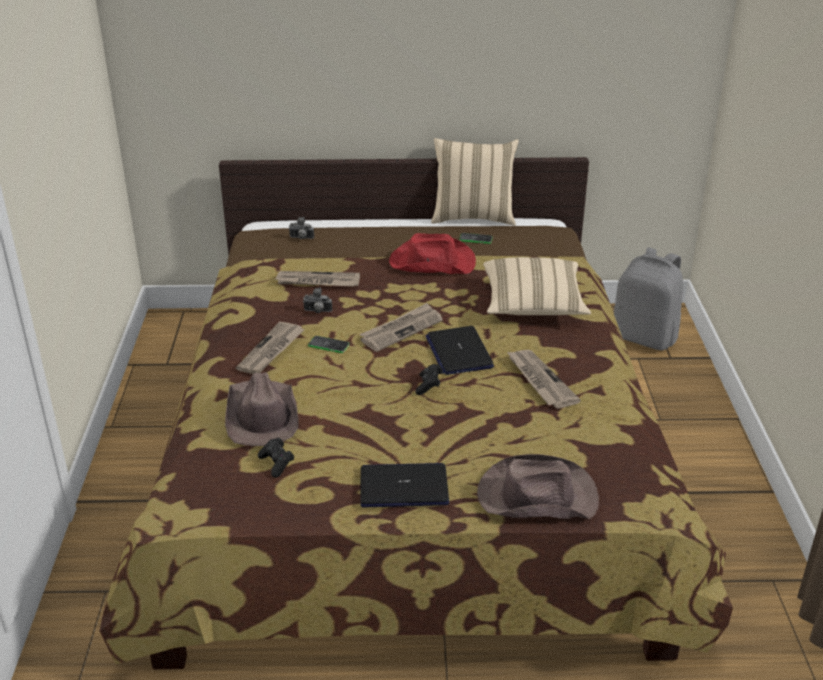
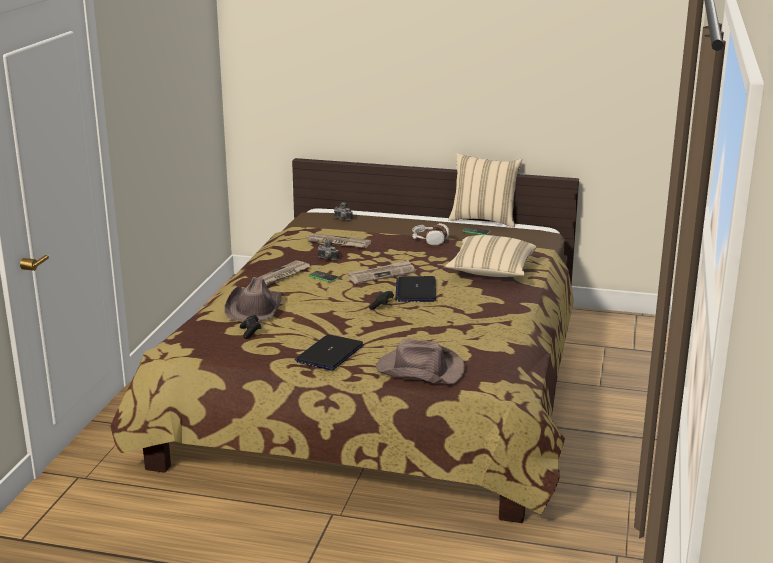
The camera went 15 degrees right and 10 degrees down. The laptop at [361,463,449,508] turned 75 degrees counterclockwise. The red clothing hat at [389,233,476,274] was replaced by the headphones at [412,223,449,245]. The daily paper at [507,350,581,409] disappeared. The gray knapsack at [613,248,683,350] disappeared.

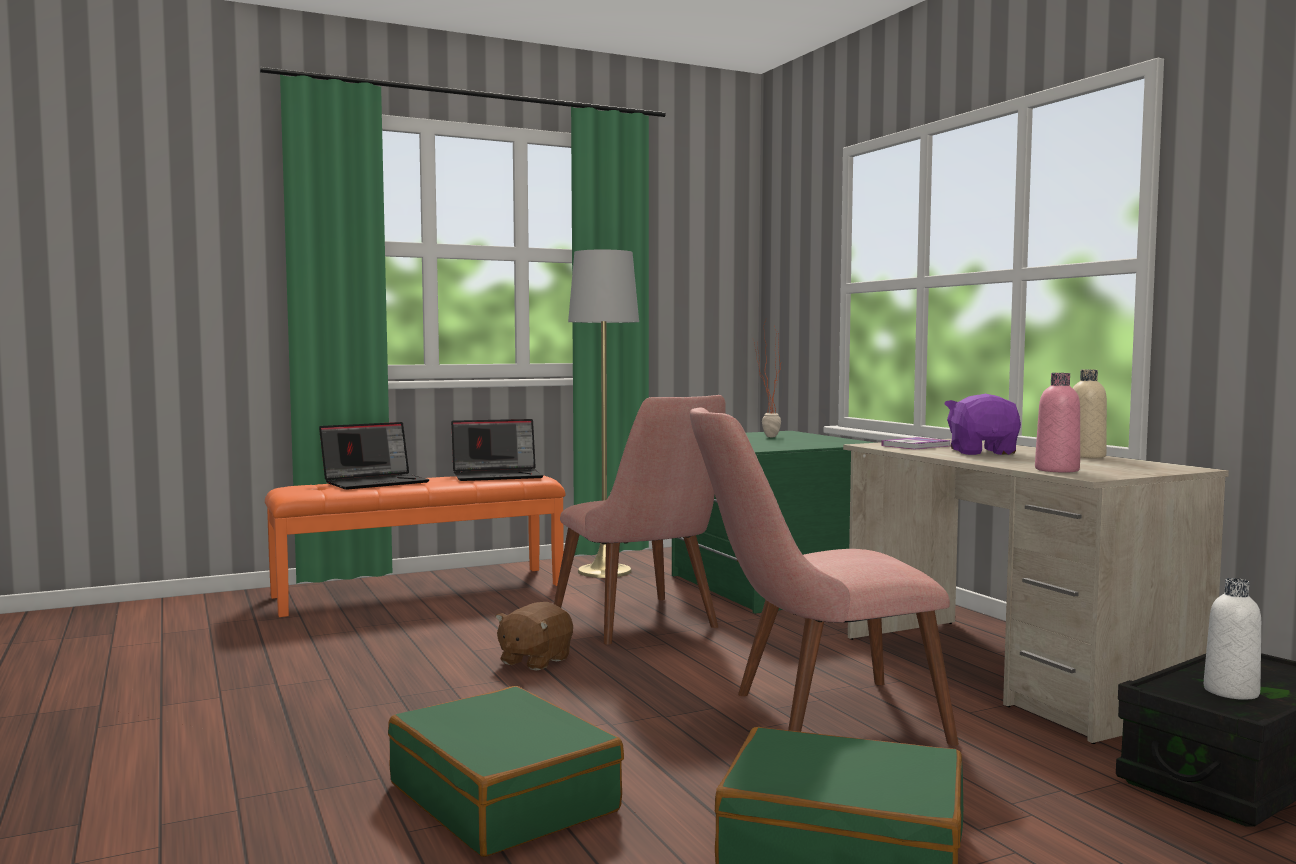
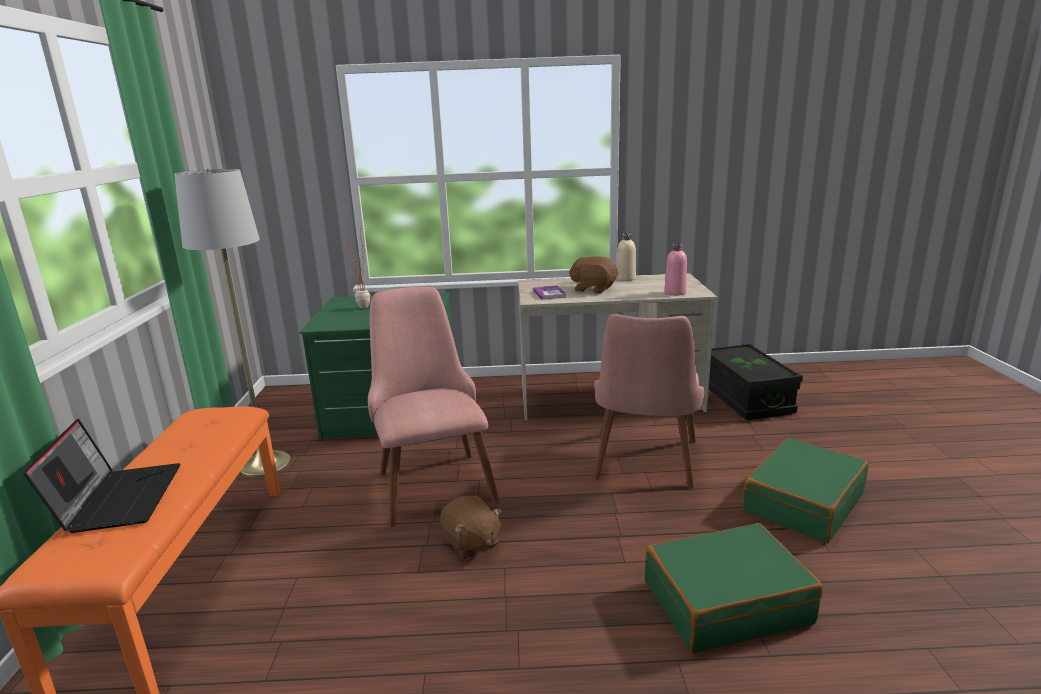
The camera went 65 degrees left and 15 degrees up. The laptop at [451,419,544,481] disappeared. The pink upright chair at [554,395,726,645] turned 105 degrees counterclockwise. The purplish cuddly toy at [944,394,1021,455] became the brownish cuddly toy at [569,256,617,294]. The whitish drink bottle at [1204,578,1261,700] disappeared.

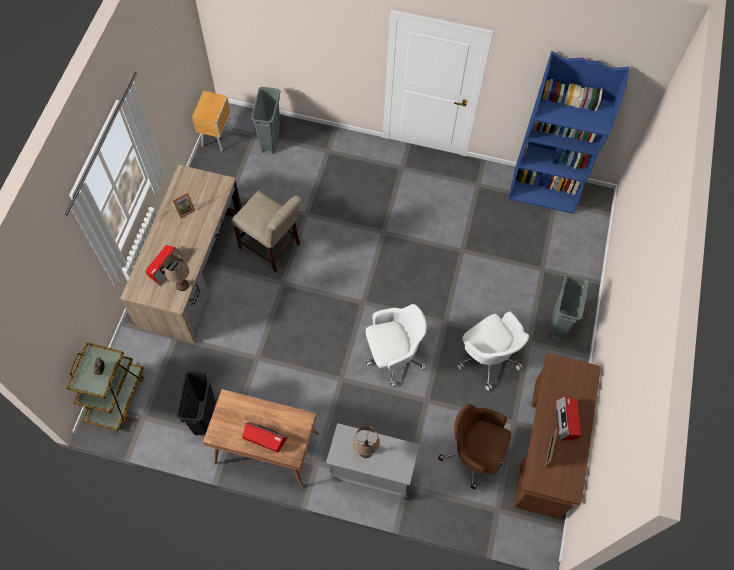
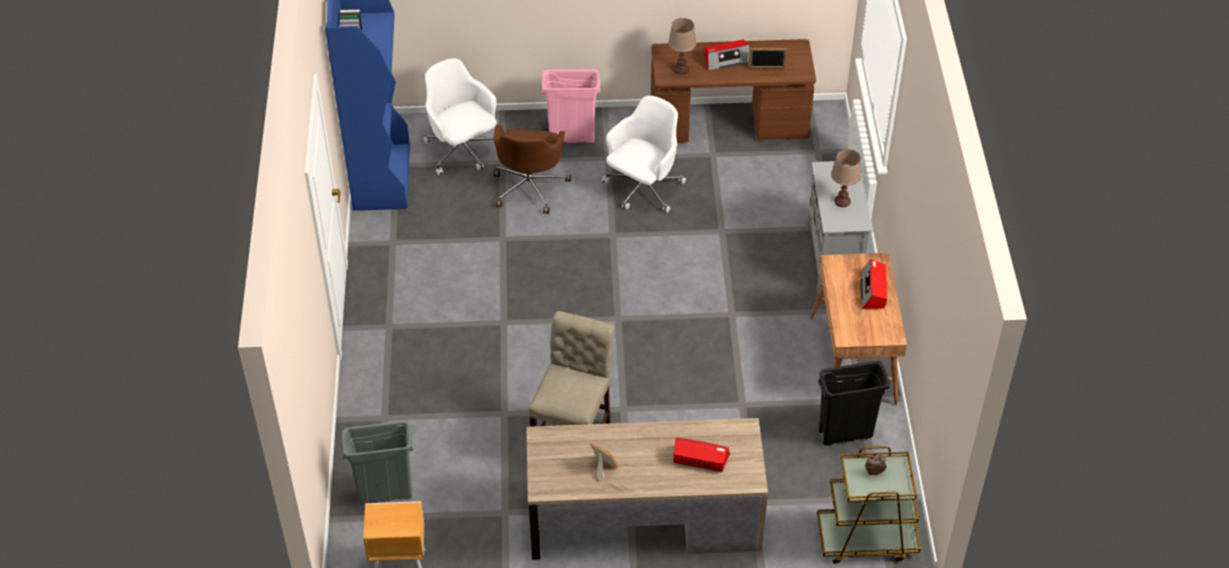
The camera went 105 degrees left and 15 degrees down. The brownish tabletop lamp moved from [164,254,189,291] to [668,18,696,75]. The whitish office chair moved from [366,304,427,387] to [424,58,497,175]. The brownish office chair moved from [438,404,511,489] to [494,125,571,214]. The gray rubbish bin at [548,274,589,341] became the pink rubbish bin at [541,69,600,143].

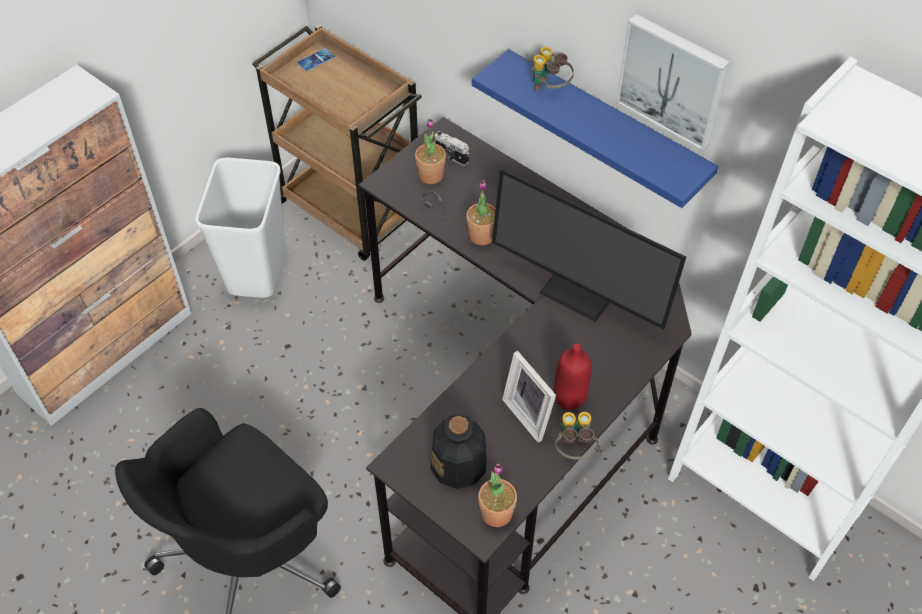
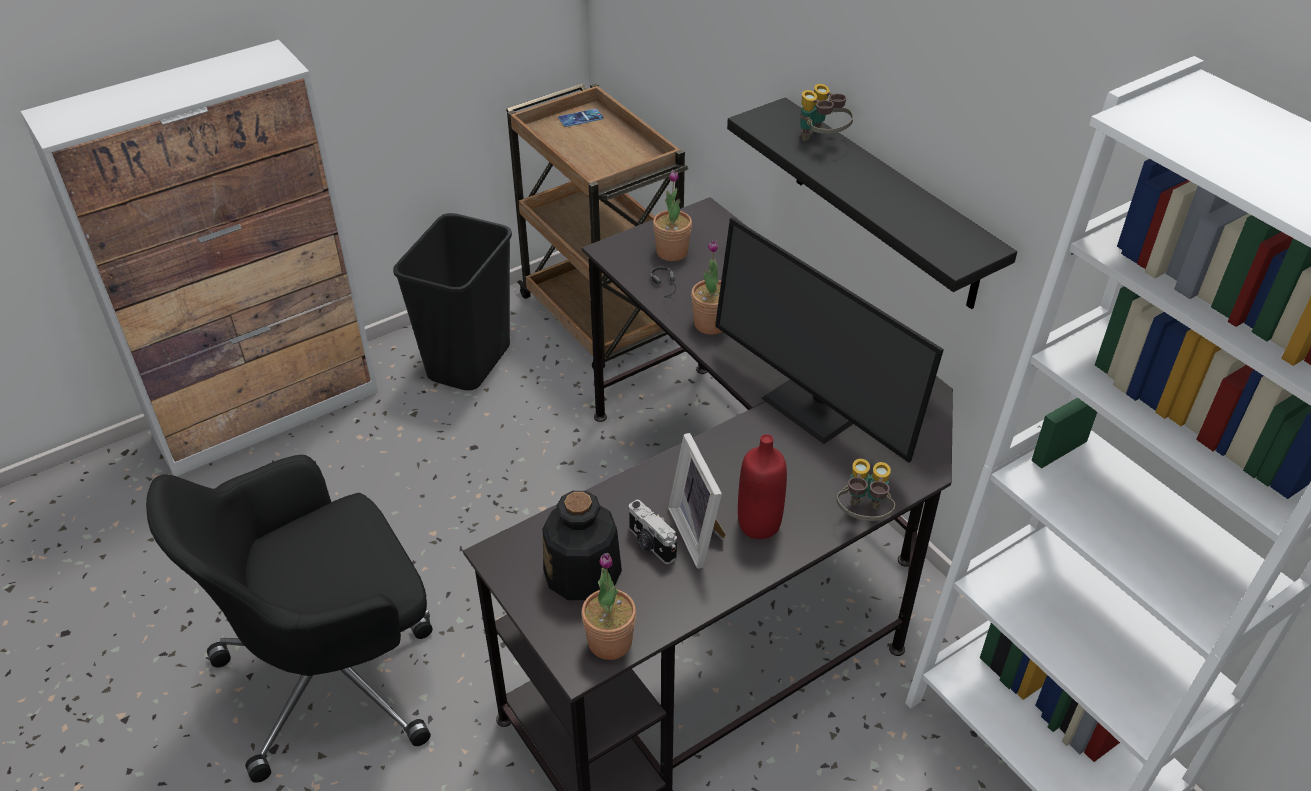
The camera went 15 degrees right and 10 degrees down. The whitish rubbish bin at [195,158,285,298] became the black-coloured rubbish bin at [393,213,512,390]. The photo camera moved from [435,131,469,166] to [629,499,677,564]. The bluish bracket shelf at [472,49,719,208] became the black-coloured bracket shelf at [727,97,1017,309]. The binoculars moved from [555,412,599,459] to [836,459,895,521]. The wall picture at [616,14,730,151] disappeared.

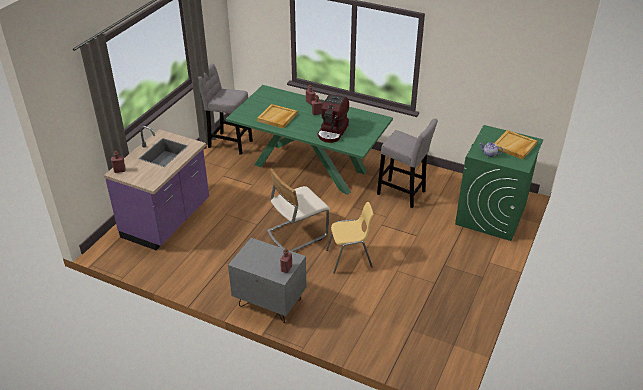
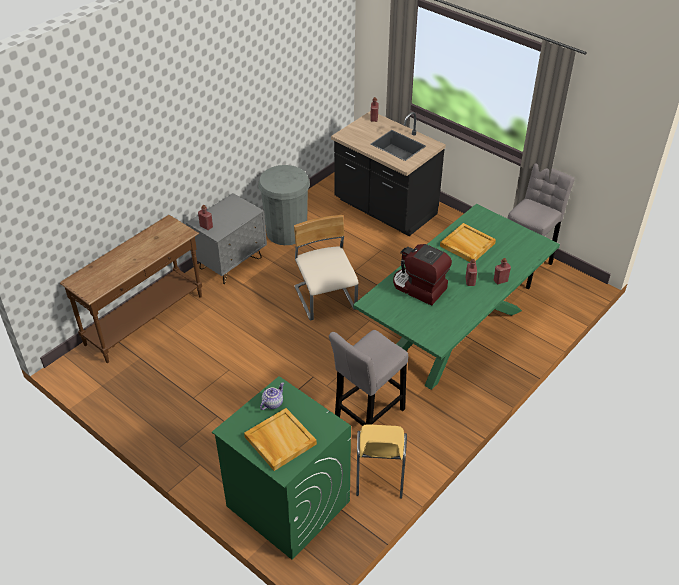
The camera went 105 degrees right and 5 degrees up. The purplish kitchen base unit at [104,126,209,250] became the black-coloured kitchen base unit at [331,111,446,236]. The yellow-coloured upright chair moved from [326,202,373,274] to [356,424,407,499]. The brownish hall table at [60,215,202,363] appeared. The gray rubbish bin at [258,165,310,245] appeared.

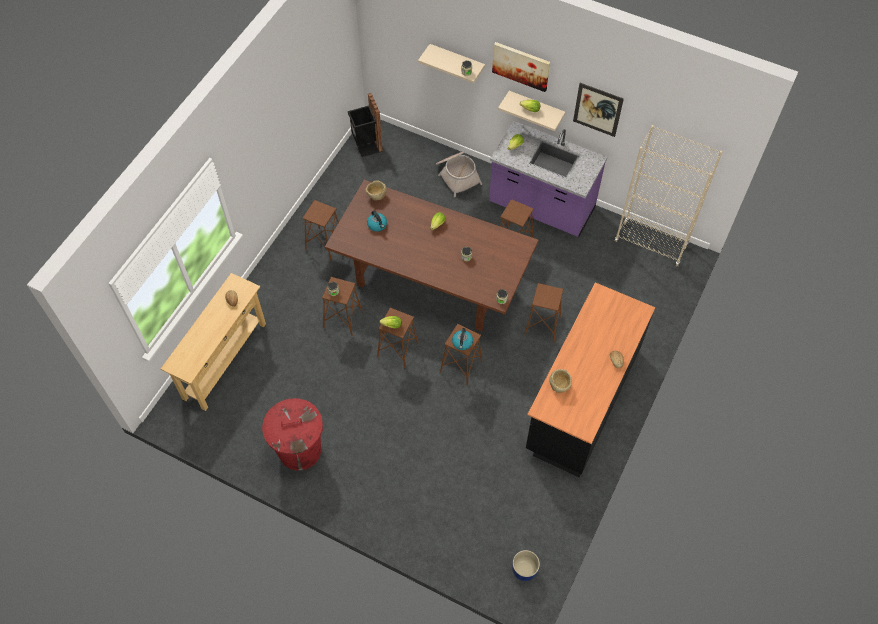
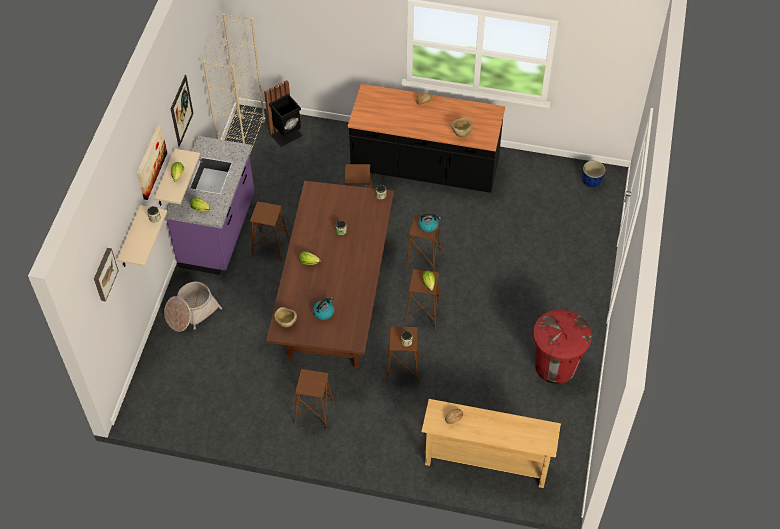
The camera went 105 degrees left and 5 degrees down. The black-coloured rubbish bin moved from [348,93,383,157] to [264,80,303,147]. The wall picture at [94,248,119,302] appeared.

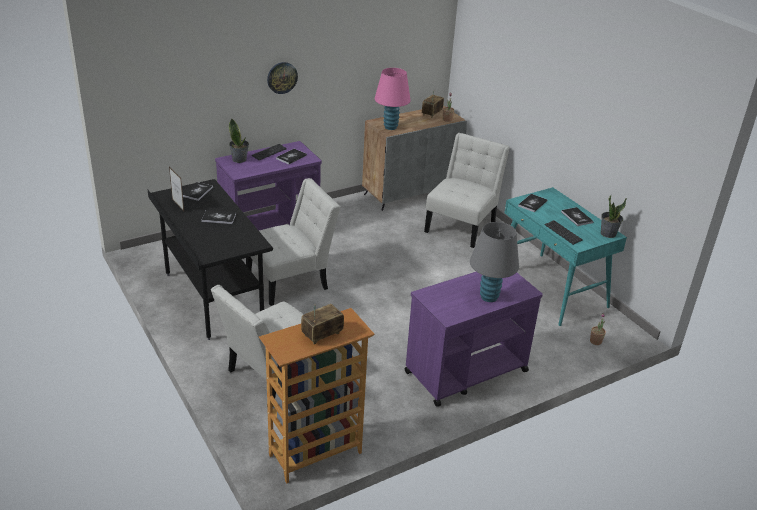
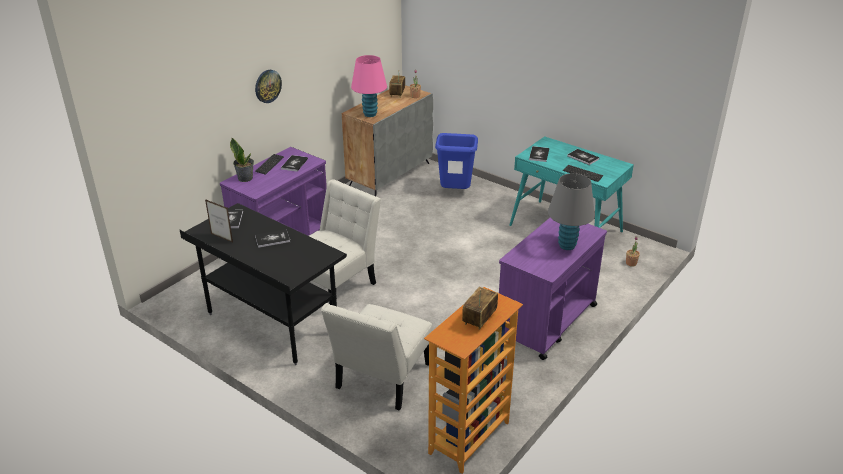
The camera went 20 degrees left and 0 degrees up. The whitish upright chair at [424,133,510,248] was replaced by the bluish rubbish bin at [435,133,478,189]. The plant in a pot at [601,196,627,238] disappeared.

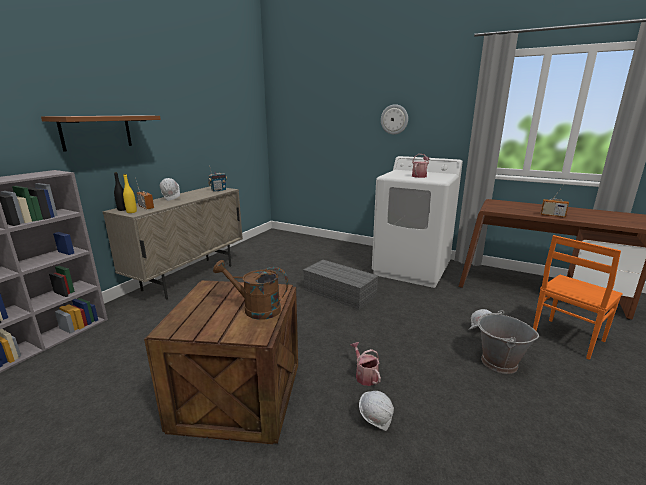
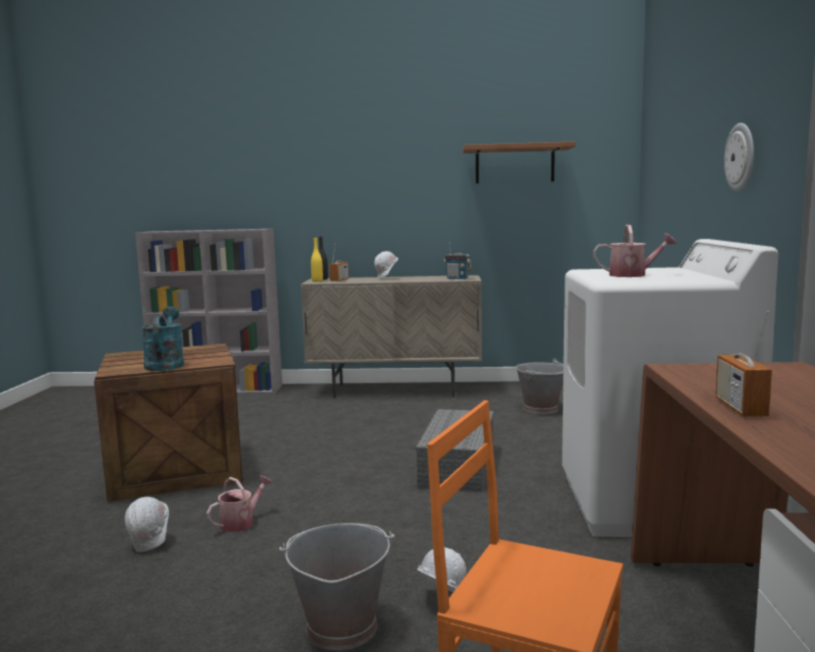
The camera went 65 degrees right and 10 degrees down. The brownish bracket shelf moved from [41,115,161,152] to [463,141,576,184]. The brownish watering pot at [213,260,288,320] became the blue-green watering pot at [141,306,184,371]. The gray water bucket at [516,358,564,414] appeared.

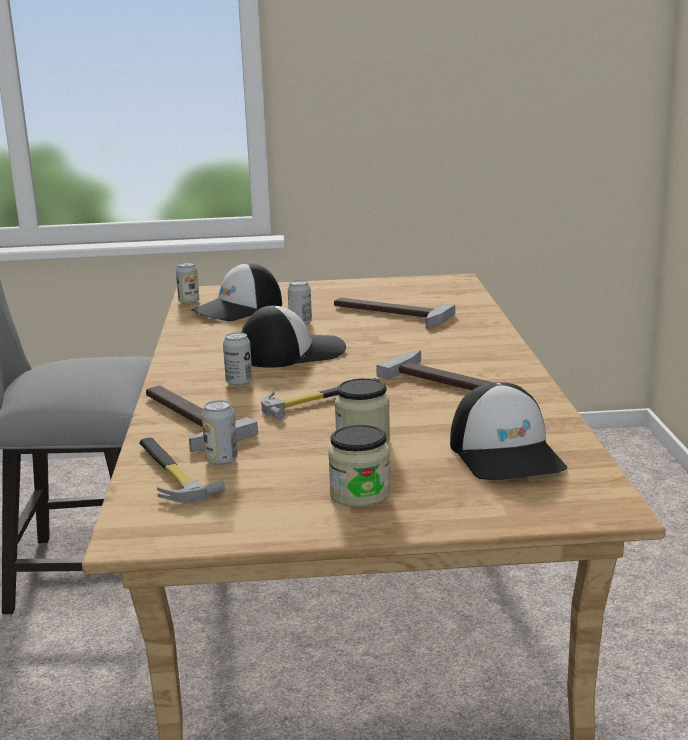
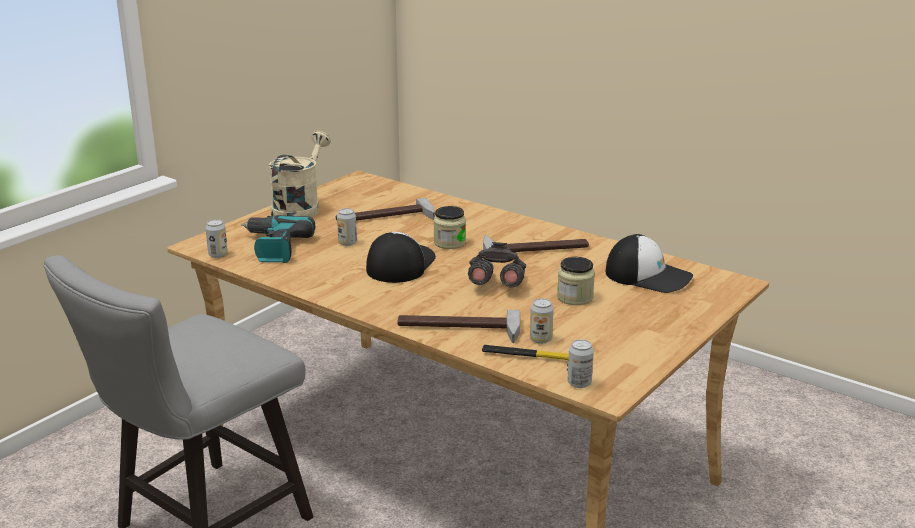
The camera went 50 degrees left and 5 degrees up. The cap at [191,263,282,321] was replaced by the power drill at [241,215,315,263]. The can moved from [223,332,253,386] to [568,339,594,388]. The tool hammer at [261,378,380,420] was replaced by the gray binoculars at [468,242,526,288]. The preserve jar moved from [328,425,390,507] to [434,206,466,249]. The sand-coloured watering pot at [269,131,331,218] appeared.

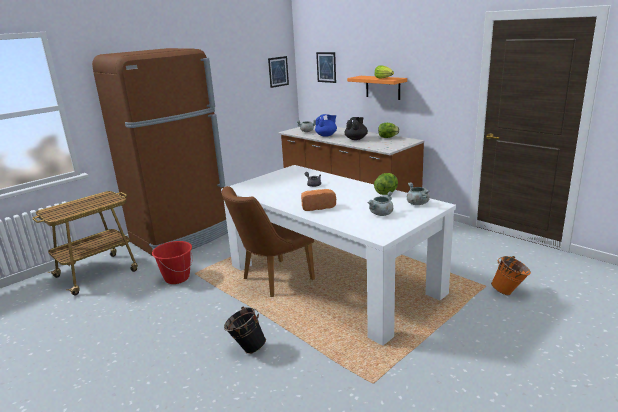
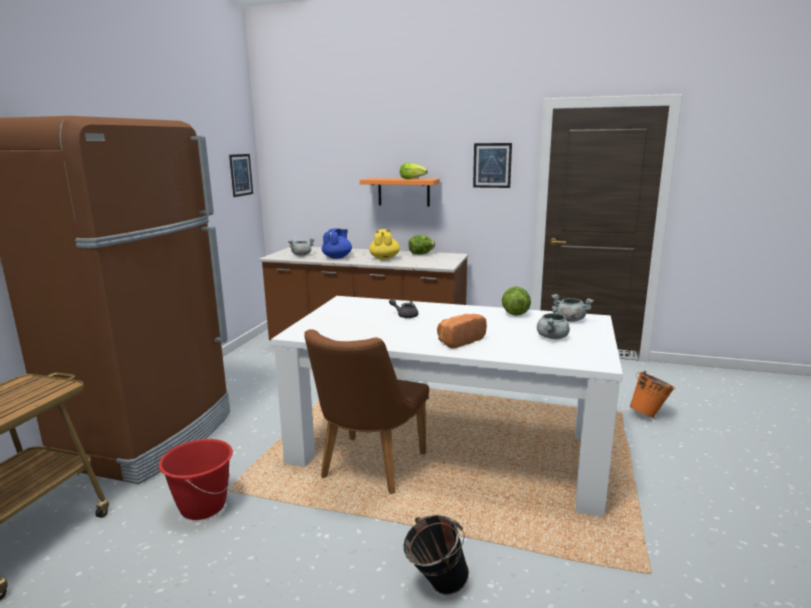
The camera went 30 degrees left and 5 degrees down. The wall picture moved from [316,52,336,83] to [473,143,512,188]. The black-coloured tea pot at [345,117,368,140] became the yellow-coloured tea pot at [369,229,400,260].

